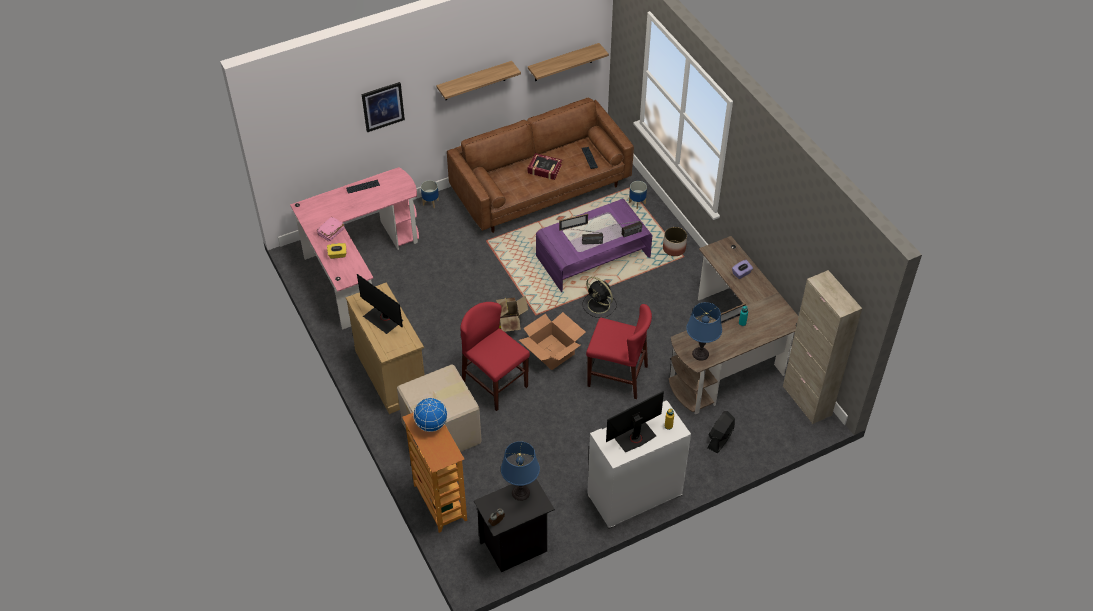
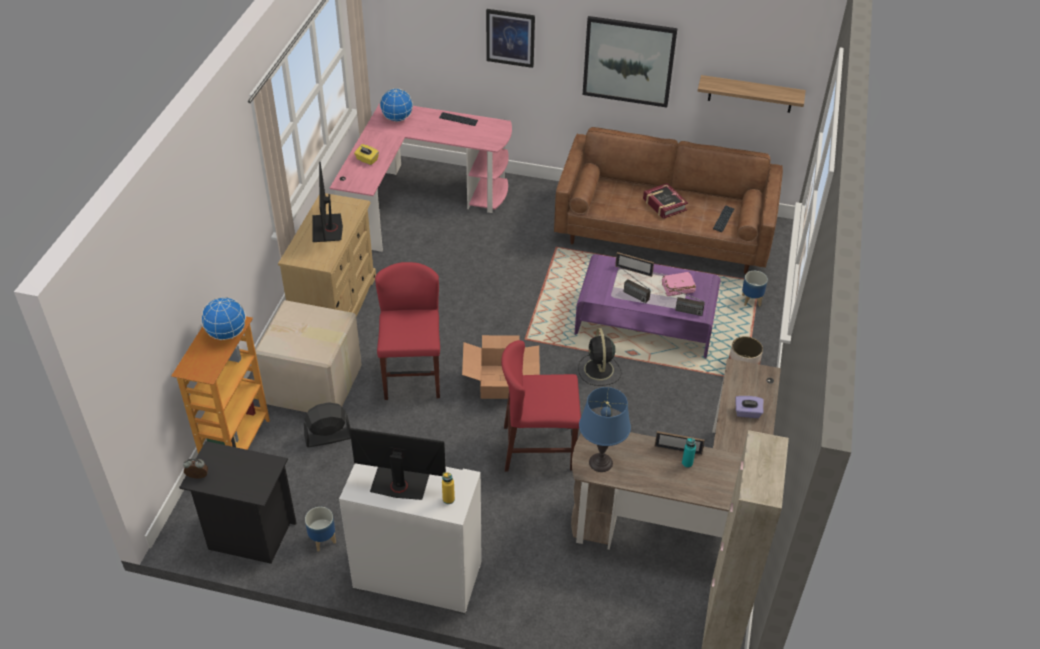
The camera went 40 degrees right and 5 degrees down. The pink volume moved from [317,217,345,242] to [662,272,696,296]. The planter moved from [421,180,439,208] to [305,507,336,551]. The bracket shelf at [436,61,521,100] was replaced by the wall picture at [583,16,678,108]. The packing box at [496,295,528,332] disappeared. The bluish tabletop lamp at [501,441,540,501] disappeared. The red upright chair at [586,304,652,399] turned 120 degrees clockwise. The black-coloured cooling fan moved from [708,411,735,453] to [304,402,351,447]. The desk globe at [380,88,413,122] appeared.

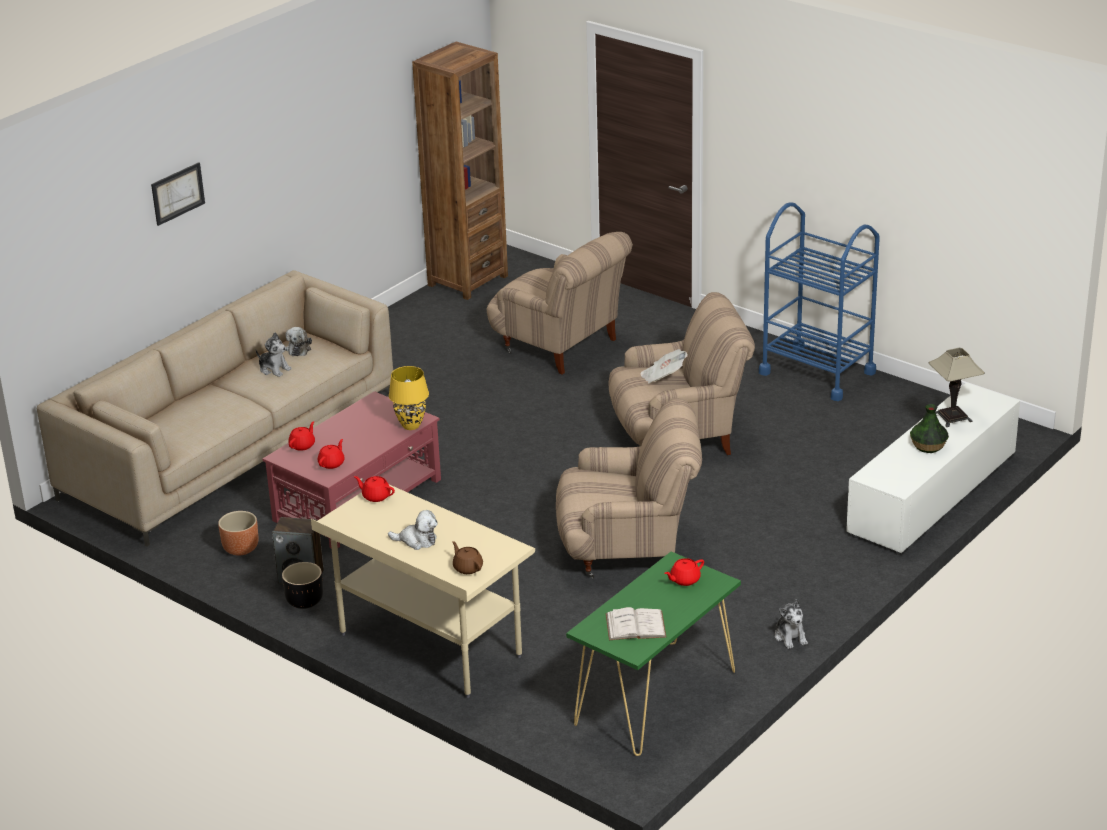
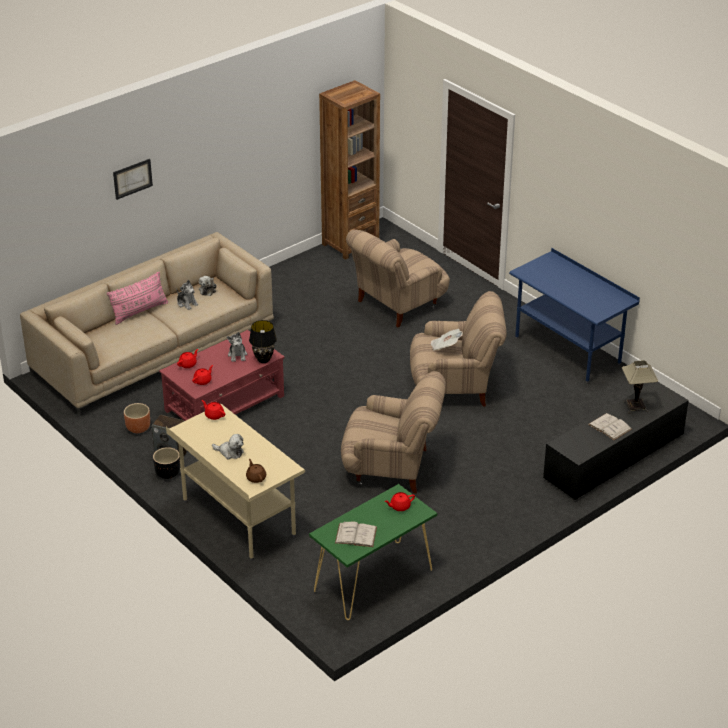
The camera went 10 degrees right and 5 degrees up. The yellow-coloured tabletop lamp at [389,366,429,430] became the black-coloured tabletop lamp at [249,320,277,363]. The sand-coloured armchair at [487,232,633,375] turned 90 degrees clockwise. The bluish wheeled cart at [759,202,880,401] was replaced by the bluish desk at [509,248,640,383]. The cuddly toy moved from [775,599,808,649] to [227,332,247,362]. The whitish media console at [846,383,1020,555] became the black-coloured media console at [543,382,689,500]. The vase at [910,404,949,453] was replaced by the whitish volume at [588,413,632,440]. The pink throw pillow at [107,271,169,325] appeared.

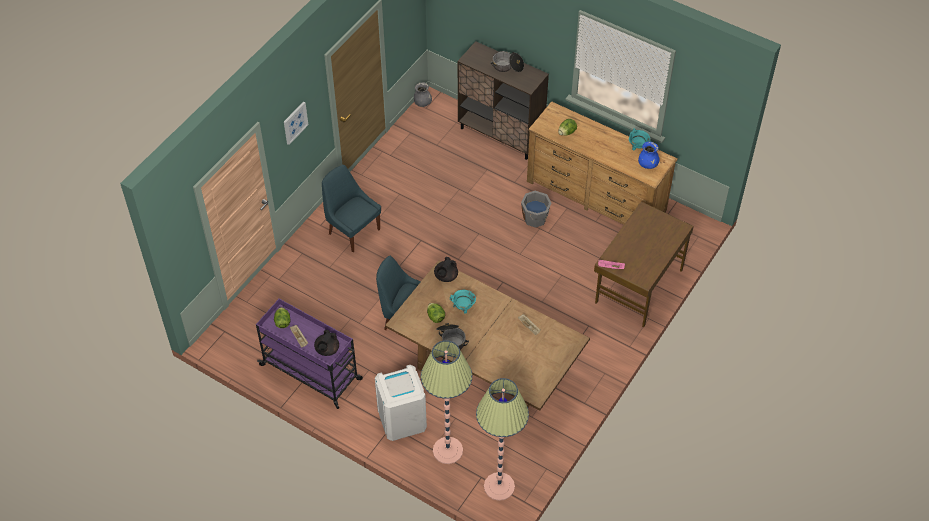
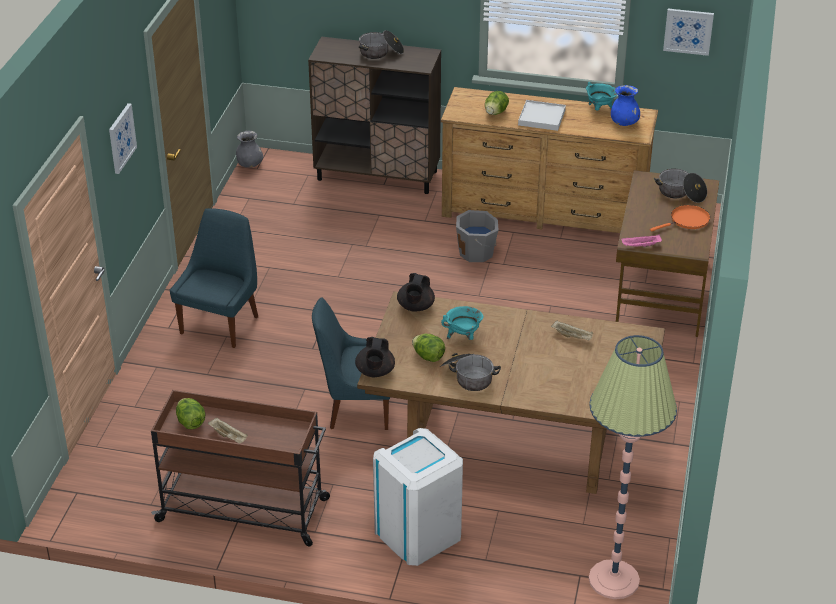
The camera went 20 degrees left and 15 degrees down. The purplish wheeled cart at [256,299,363,409] became the brownish wheeled cart at [151,390,330,547]. The black-coloured tea pot moved from [314,330,339,356] to [355,337,395,377]. The bluish upright chair at [322,165,381,252] turned 90 degrees clockwise. The floor lamp at [421,340,472,464] disappeared. The whitish tray at [518,100,566,131] appeared. The orange skillet at [650,205,710,232] appeared. The cooking pot at [654,169,707,203] appeared. The wall picture at [663,9,714,56] appeared.

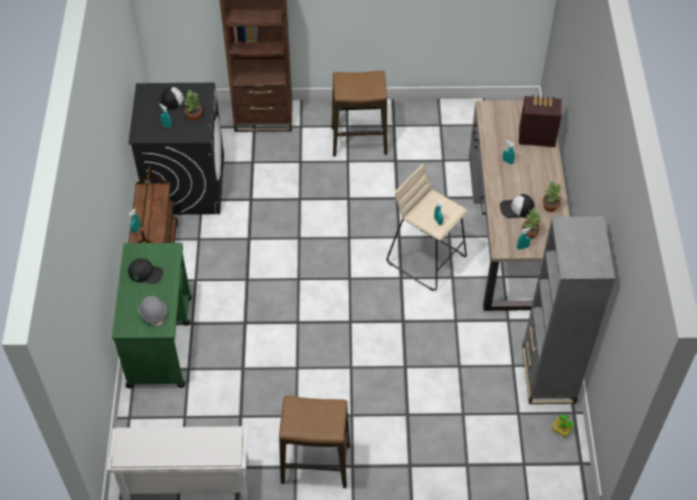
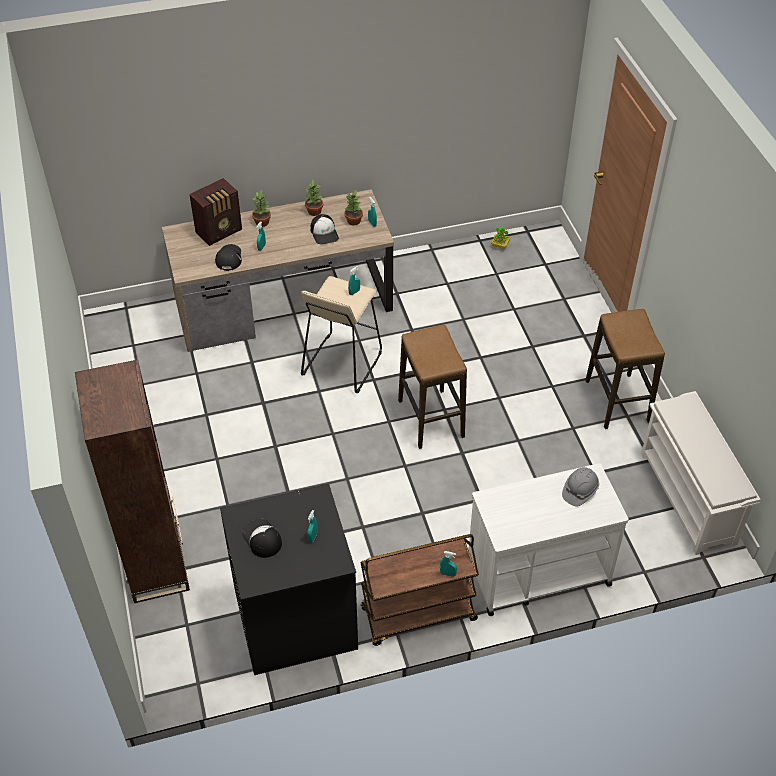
The camera went 105 degrees left and 5 degrees down. The green-coloured wheeled cart at [112,243,192,388] became the whitish wheeled cart at [469,463,629,616]. The black-coloured cap moved from [128,258,163,284] to [215,244,242,271]. The plant in a pot moved from [185,89,202,121] to [252,190,271,227]. The sitting stool moved from [332,71,387,157] to [398,325,467,449]. The radio set at [519,95,562,147] turned 120 degrees counterclockwise. The gray bookshelf at [522,216,616,404] disappeared.

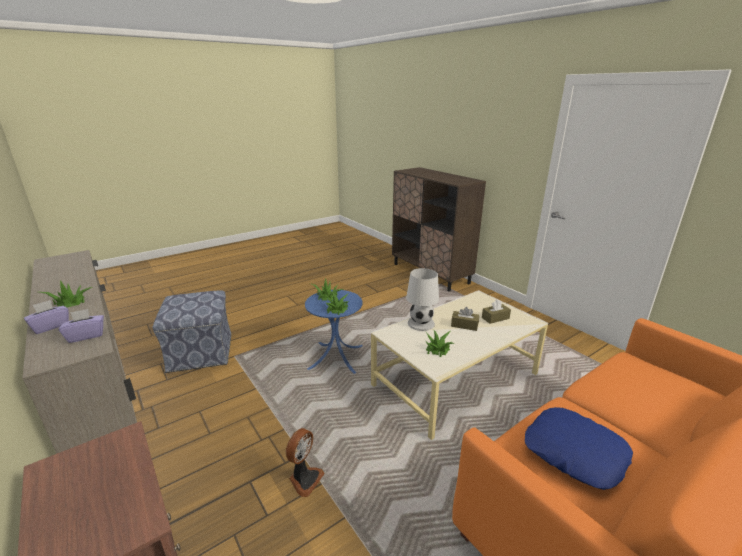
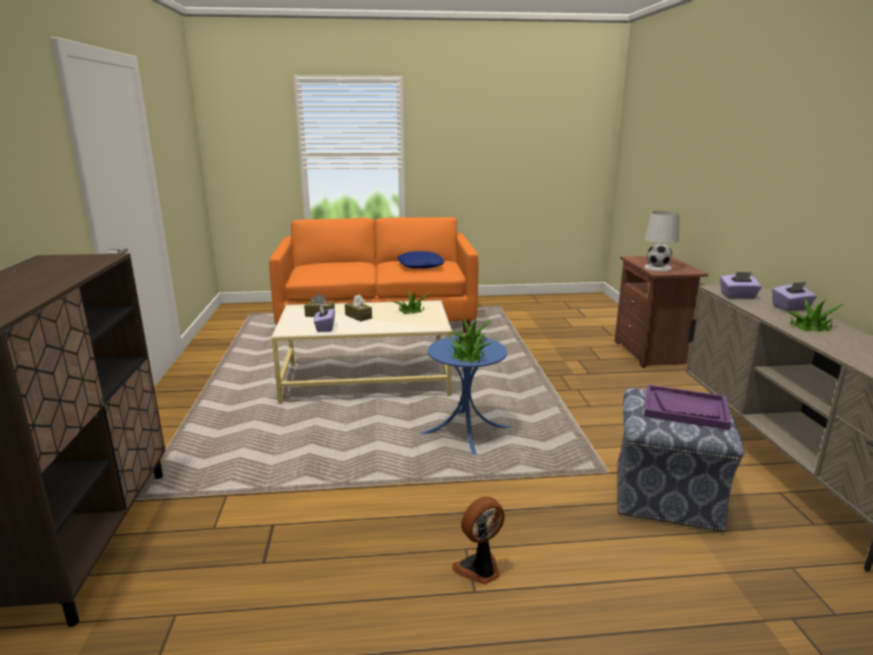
The camera went 150 degrees left and 5 degrees down. The cooling fan moved from [286,428,325,497] to [452,496,504,584]. The whitish tabletop lamp moved from [406,268,439,331] to [644,211,680,272]. The purplish tissue box at [314,304,335,332] appeared. The purplish tray at [644,385,731,430] appeared.

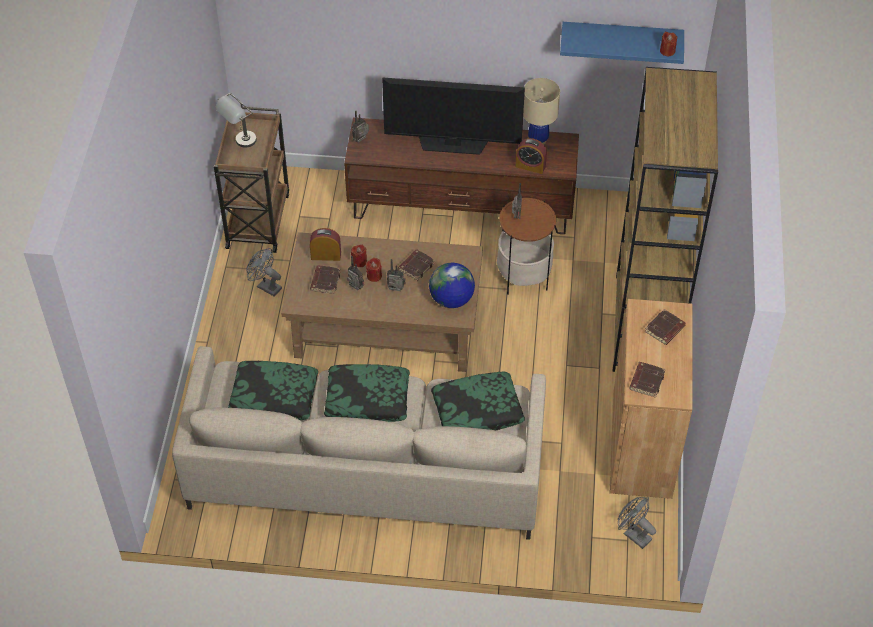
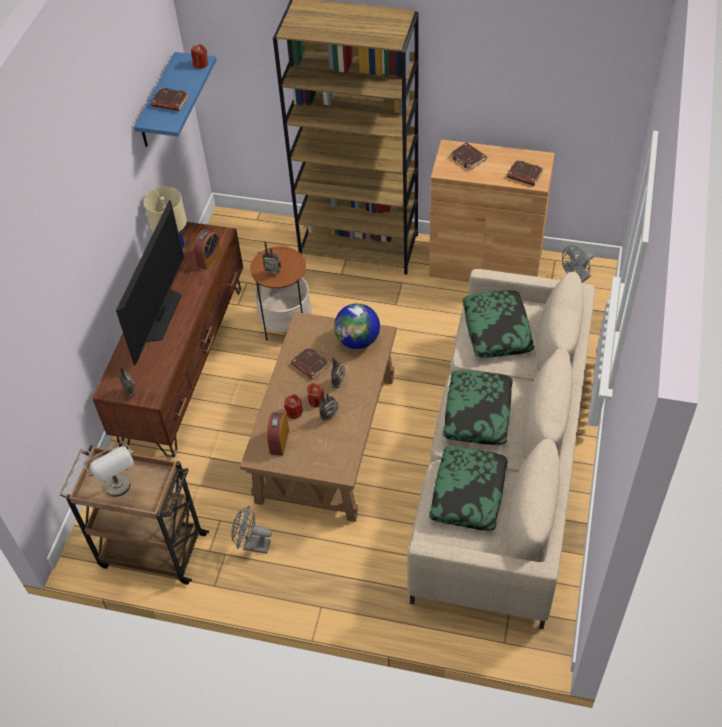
The camera went 80 degrees left and 0 degrees up. The gray cooling fan at [246,248,282,296] turned 60 degrees clockwise. The brownish volume moved from [310,265,341,294] to [151,88,189,111].

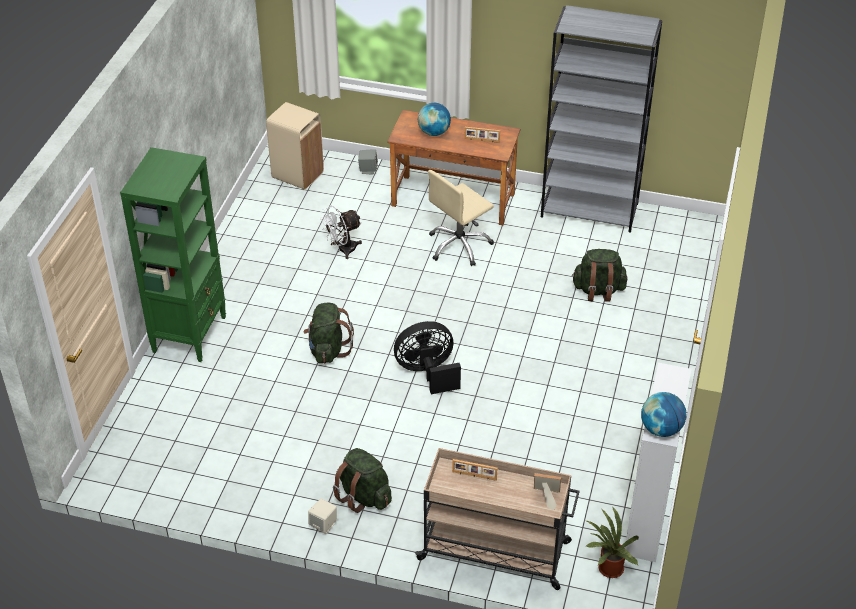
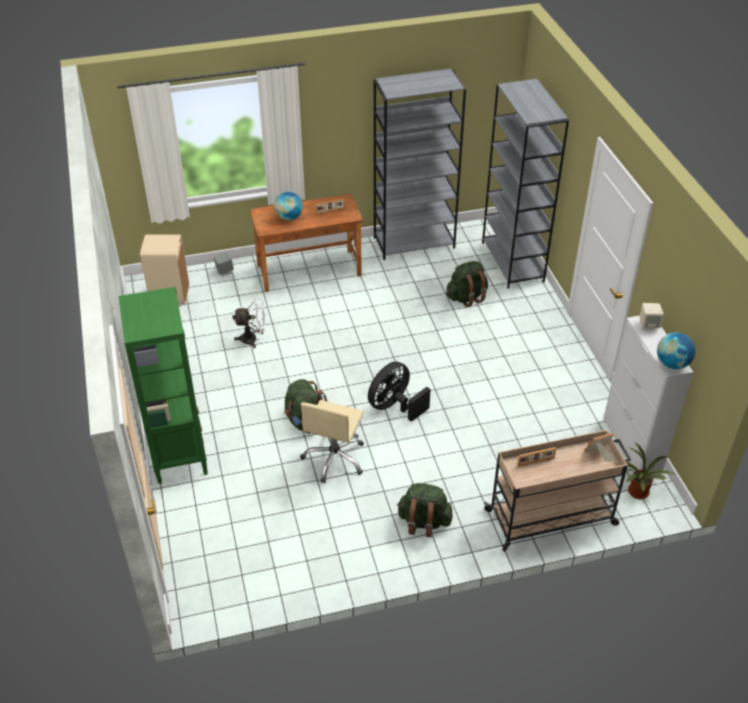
The camera went 30 degrees left and 0 degrees up. The sand-coloured audio speaker moved from [308,499,337,534] to [640,303,664,330]. The whitish cooling fan at [320,205,362,259] turned 120 degrees counterclockwise. The sand-coloured office chair moved from [428,170,494,266] to [300,400,364,483]. The gray bookshelf at [482,79,569,288] appeared.

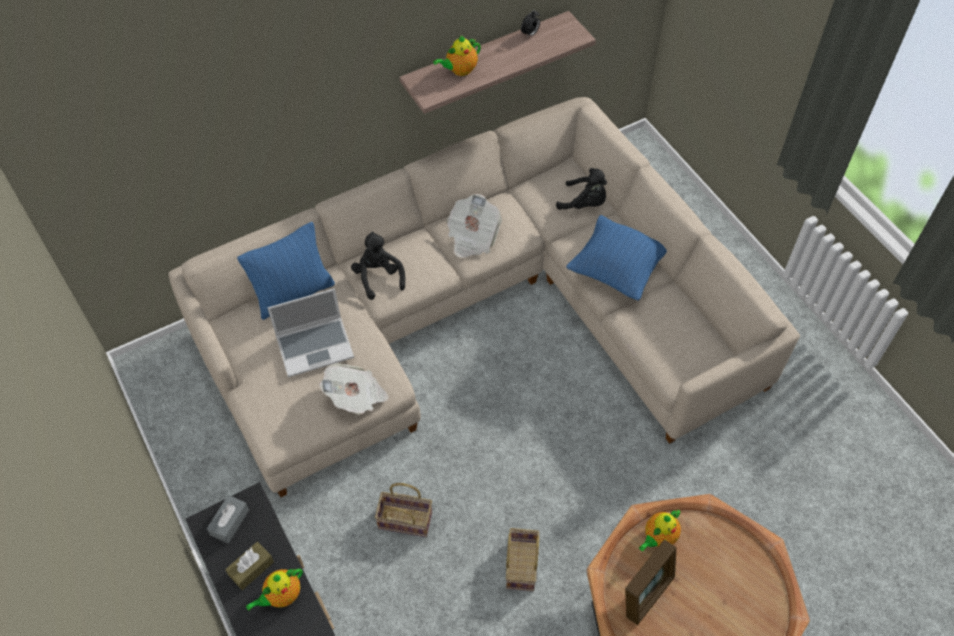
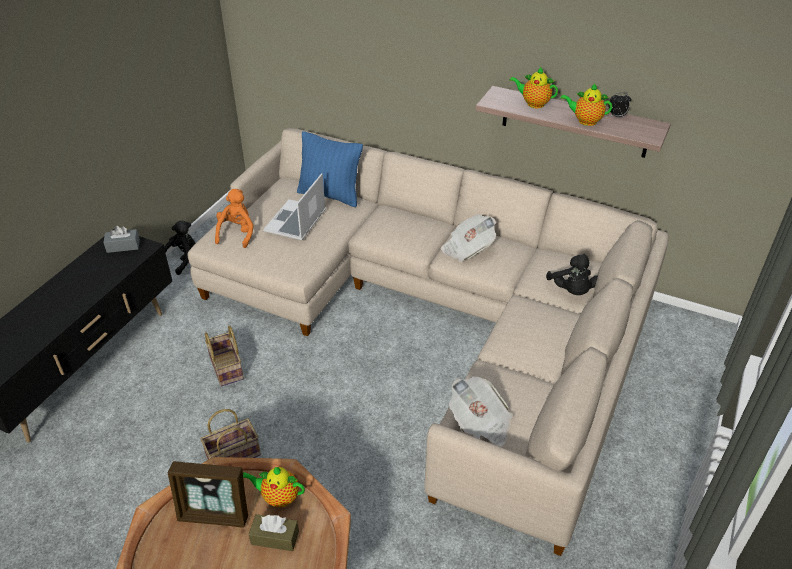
The camera went 55 degrees right and 15 degrees down. The brownish tissue box moved from [225,542,274,590] to [248,514,299,551]. The tea pot moved from [246,569,303,611] to [560,83,612,126]. The laptop at [268,288,354,377] turned 75 degrees clockwise. The daily paper moved from [319,363,389,415] to [449,377,513,447]. The black-coloured cuddly toy moved from [351,231,405,300] to [164,220,196,275]. The bluish throw pillow at [566,215,667,301] disappeared. The orange cuddly toy at [215,189,254,248] appeared.

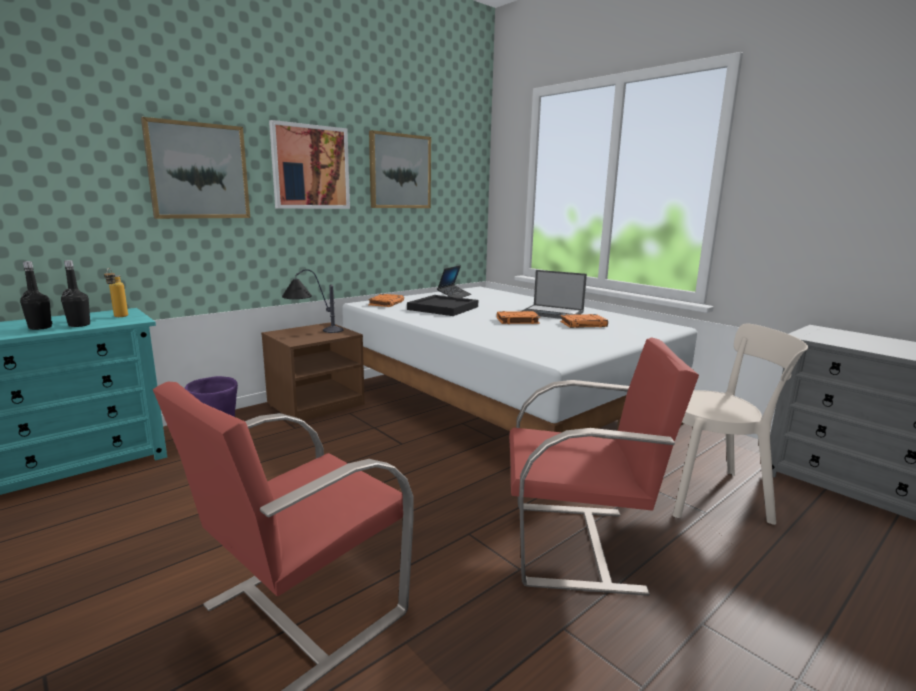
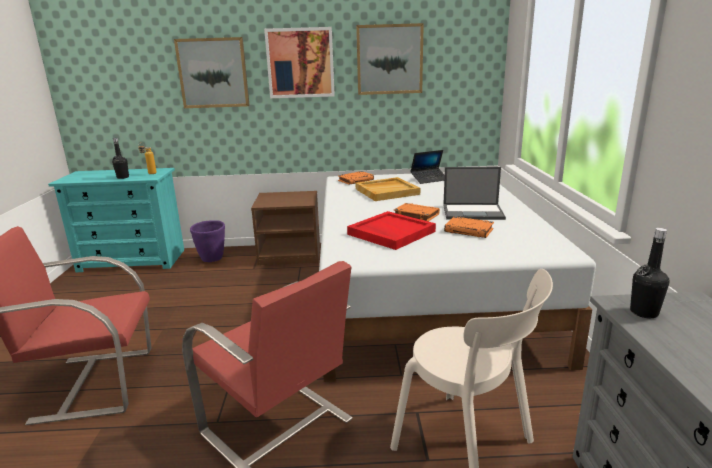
The camera went 40 degrees right and 5 degrees up. The black-coloured drink bottle moved from [20,261,52,330] to [630,228,670,318]. The tabletop lamp at [282,269,343,333] disappeared. The black-coloured tray at [407,295,478,316] became the sand-coloured tray at [356,177,420,201]. The laptop at [522,270,587,319] turned 60 degrees counterclockwise. The red tray at [347,211,436,250] appeared.

